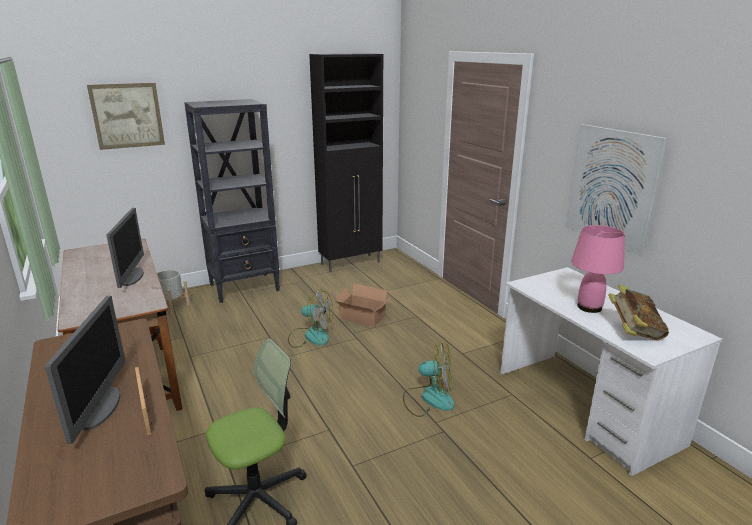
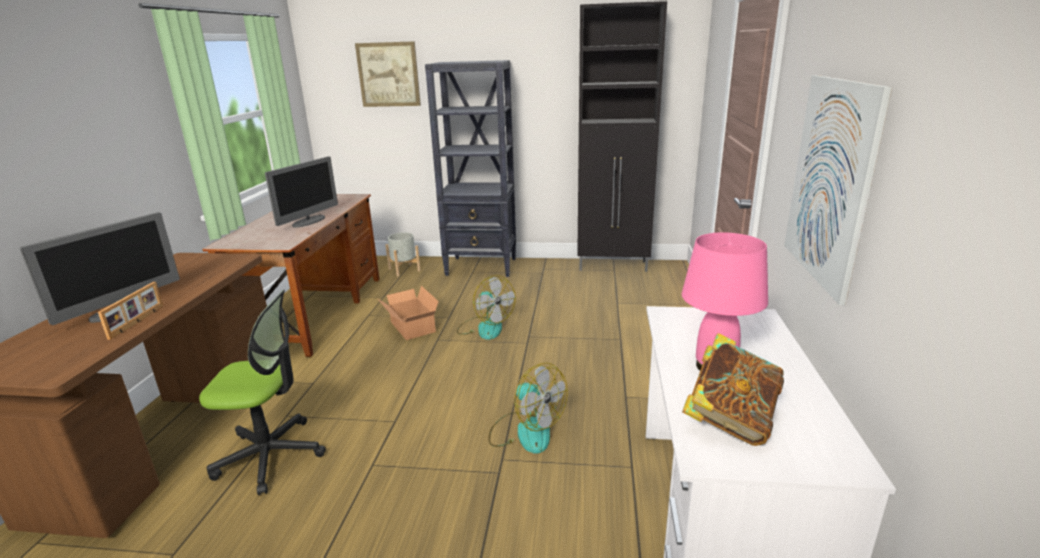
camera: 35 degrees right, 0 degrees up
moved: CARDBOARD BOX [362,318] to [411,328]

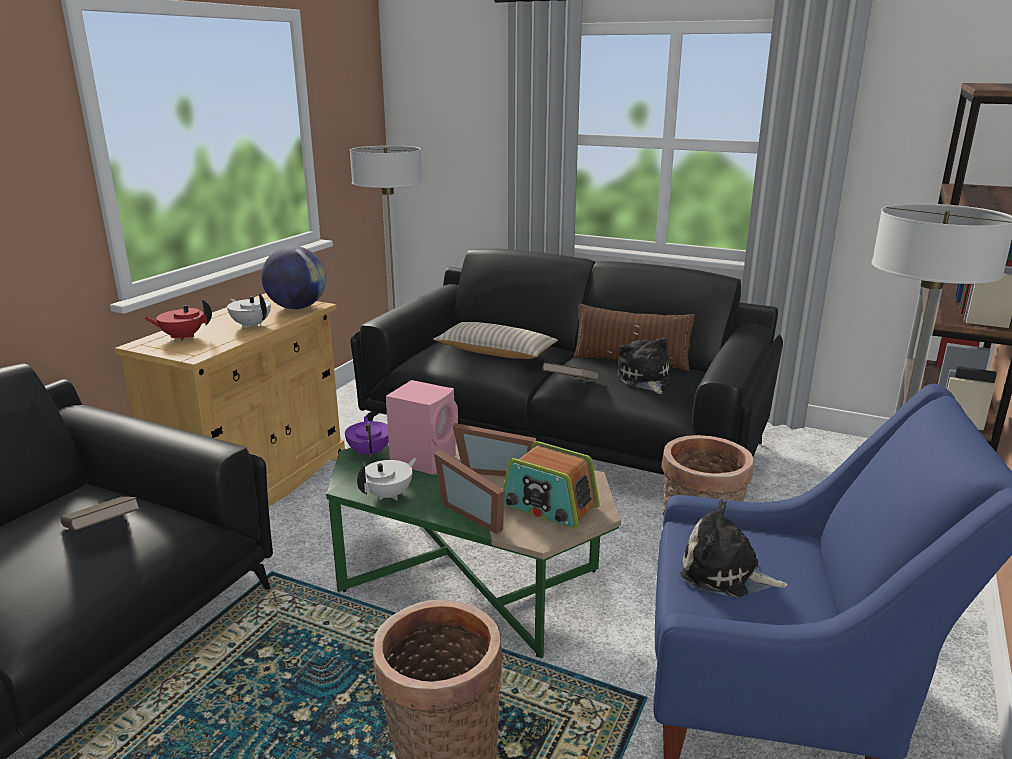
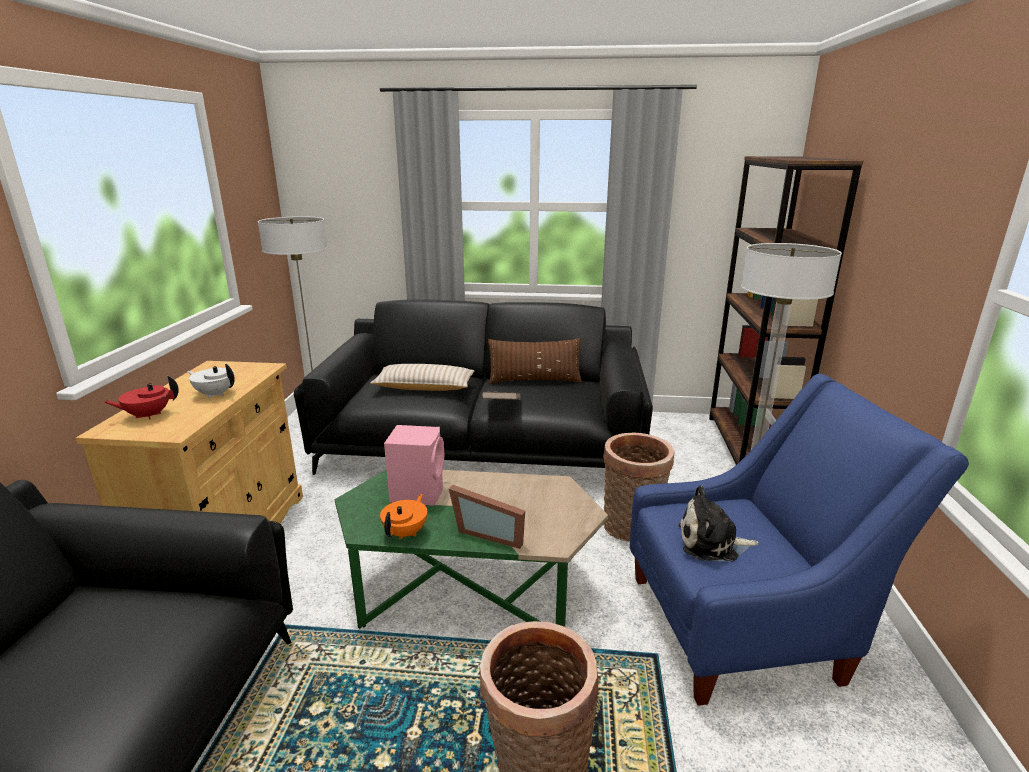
camera: 20 degrees left, 0 degrees up
removed: BROWN BOOK [103,530]; GLOBE [297,307]; PURPLE TEAPOT [370,452]; PICTURE FRAME [496,469]; RADIO [549,506]; PLUSH TOY [644,380]
recoloured: WHITE TEAPOT [389,495] to ORANGE TEAPOT [406,532]

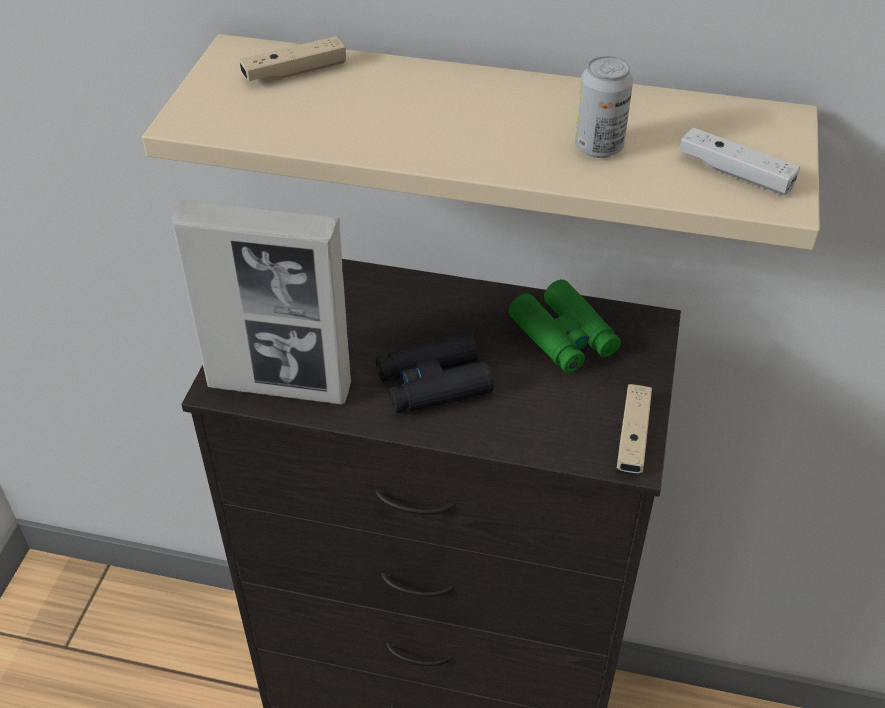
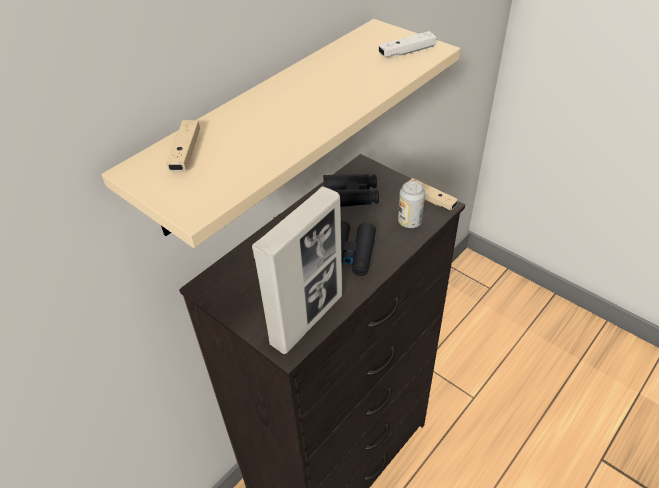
camera: 60 degrees left, 0 degrees up
moved: CAN [598,147] to [409,221]
recoloured: GREEN BINOCULARS [563,337] to BLACK BINOCULARS [350,196]

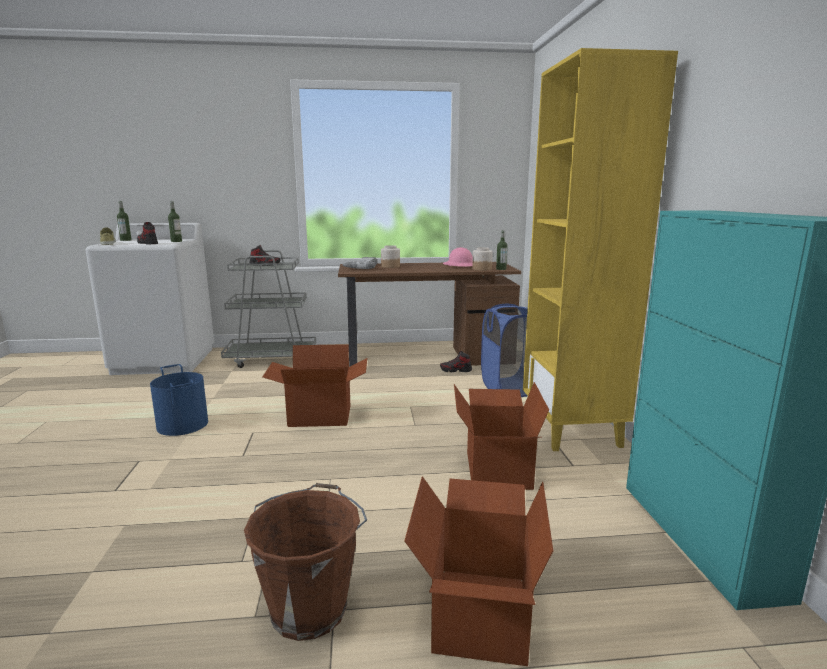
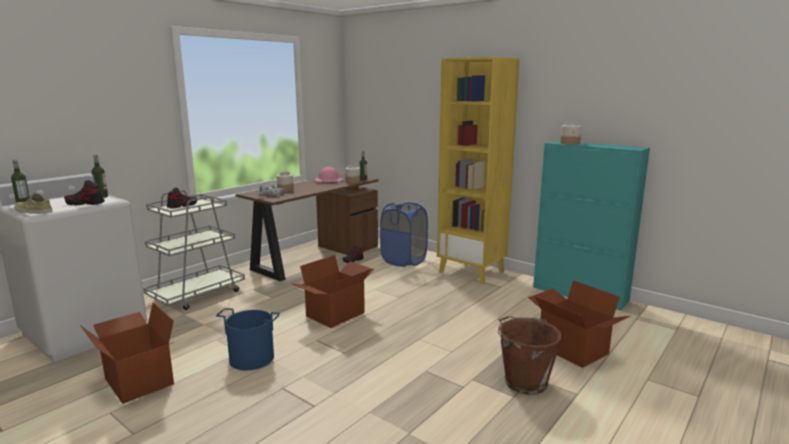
camera: 45 degrees left, 0 degrees up
added: JAR [570,143]
moved: CARDBOARD BOX [496,469] to [137,382]

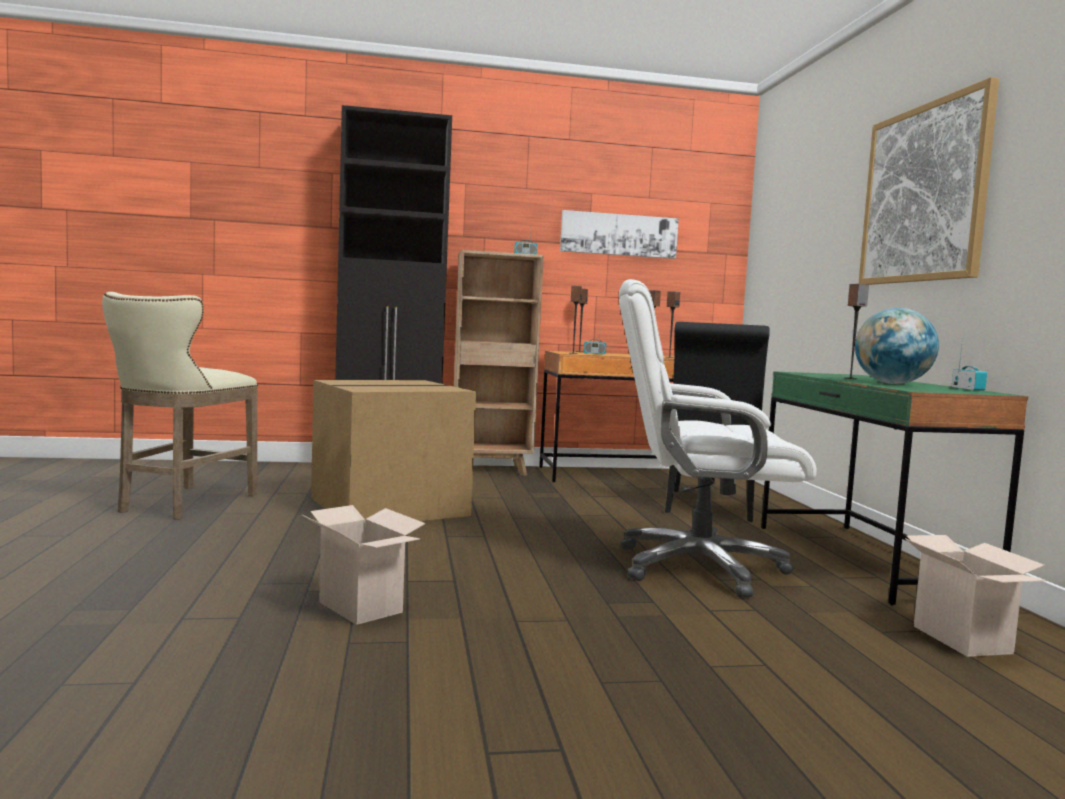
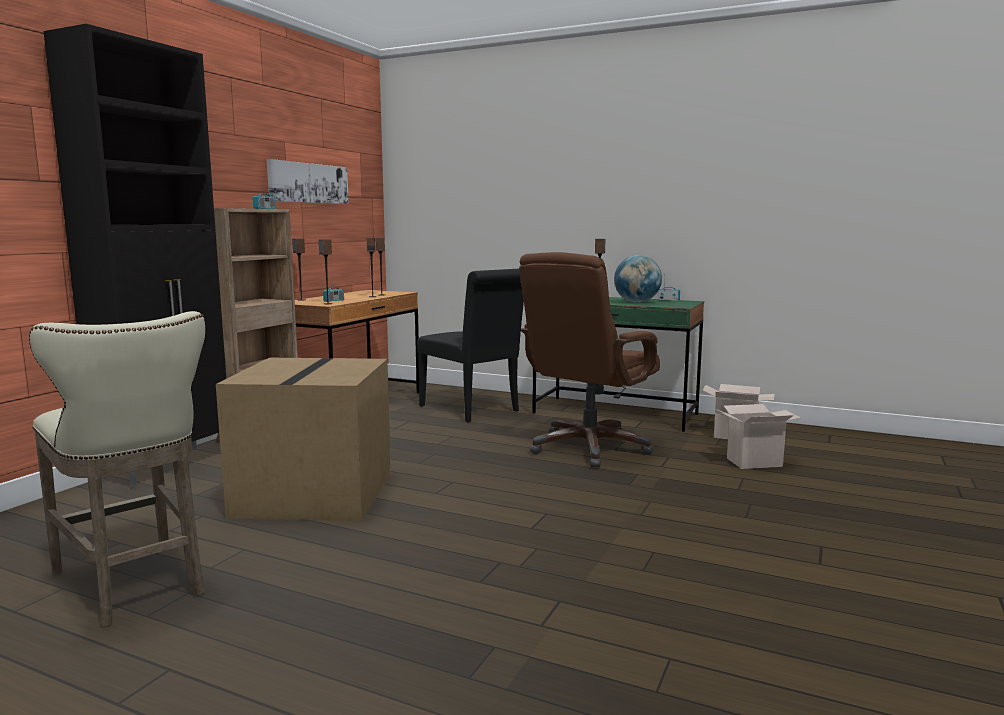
camera: 55 degrees left, 5 degrees up
removed: PICTURE [924,194]
moved: CARDBOARD BOX [363,607] to [755,462]
recoloured: WHITE OFFICE CHAIR [697,567] to BROWN OFFICE CHAIR [589,448]

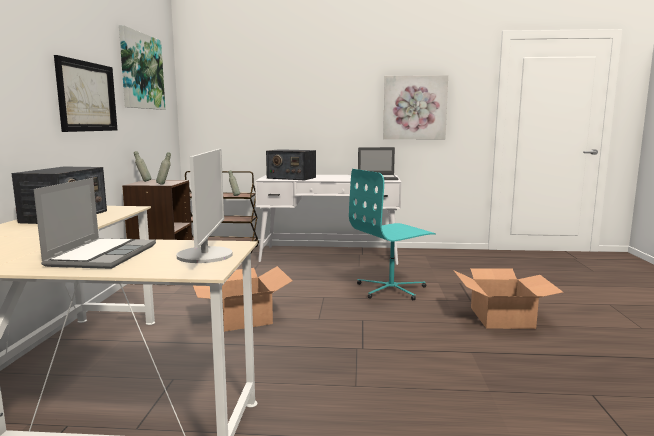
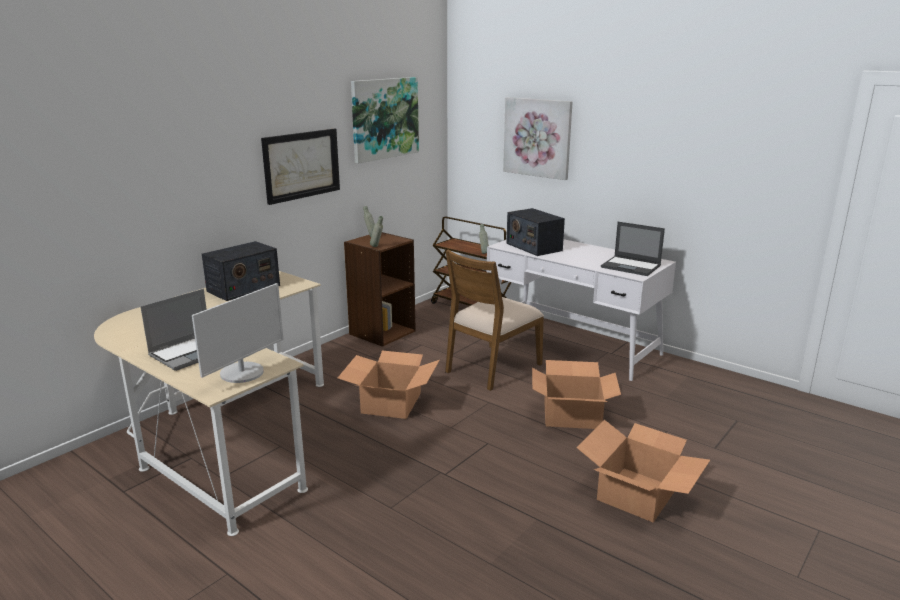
camera: 35 degrees right, 10 degrees up
added: BROWN CHAIR [492,367]
moved: PICTURE [414,108] to [537,137]
replaced: TURQUOISE OFFICE CHAIR [392,289] to CARDBOARD BOX [571,414]

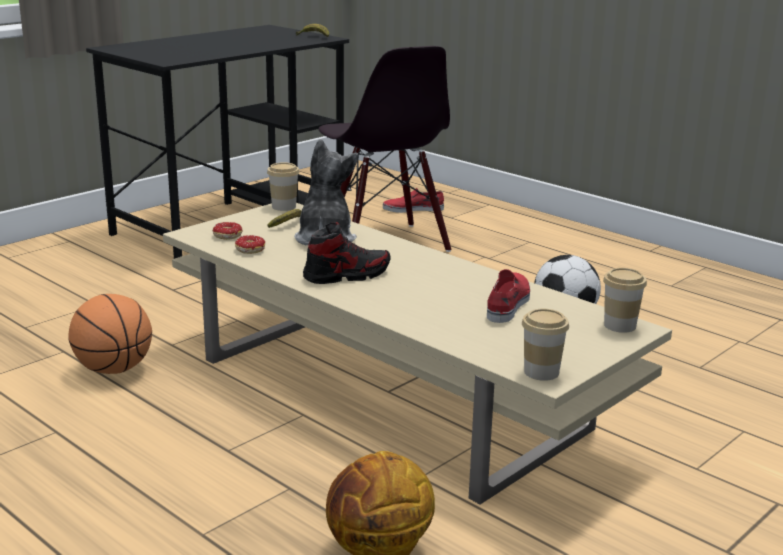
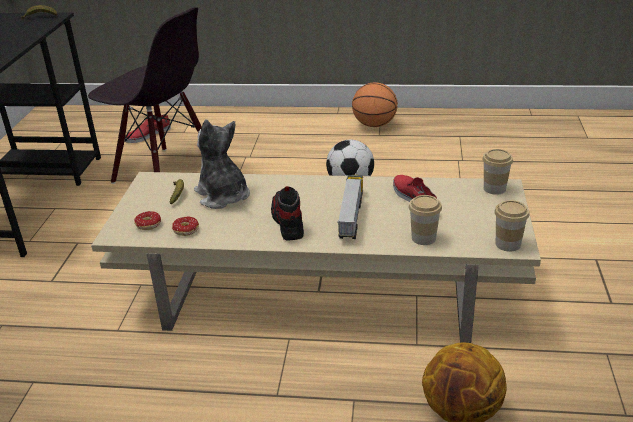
camera: 35 degrees left, 10 degrees up
added: TOY TRUCK [351,216]
moved: BASKETBALL [114,370] to [374,125]; CUP [284,207] to [423,238]
turned: SHOE [346,275] = [287,222] 45 degrees counterclockwise

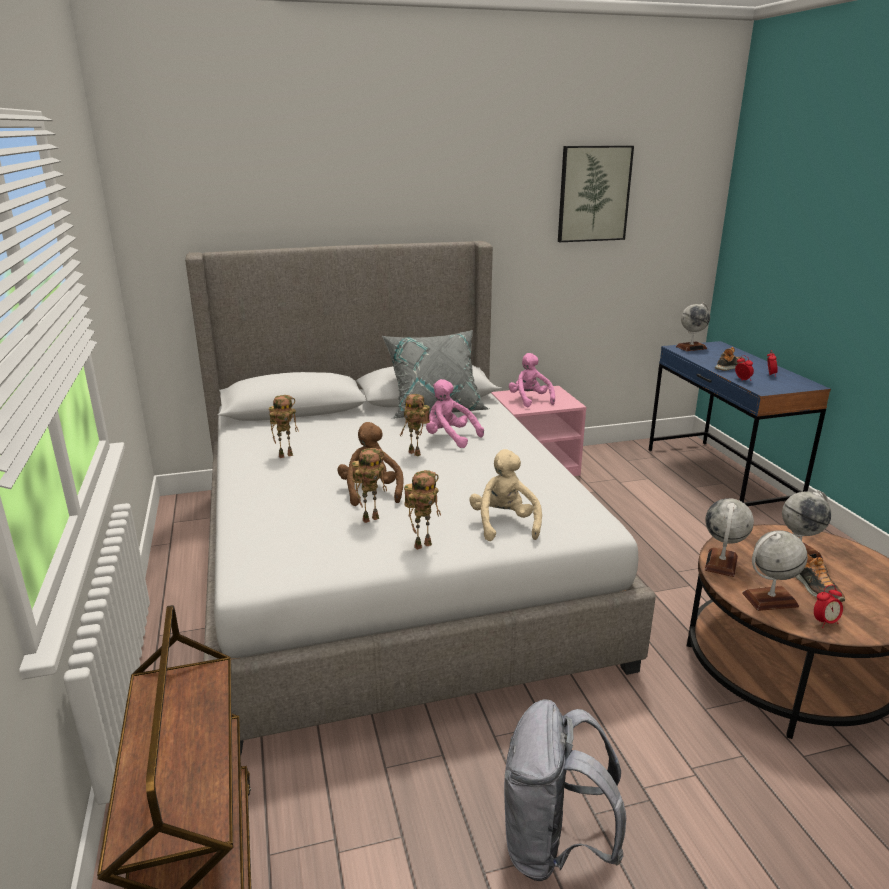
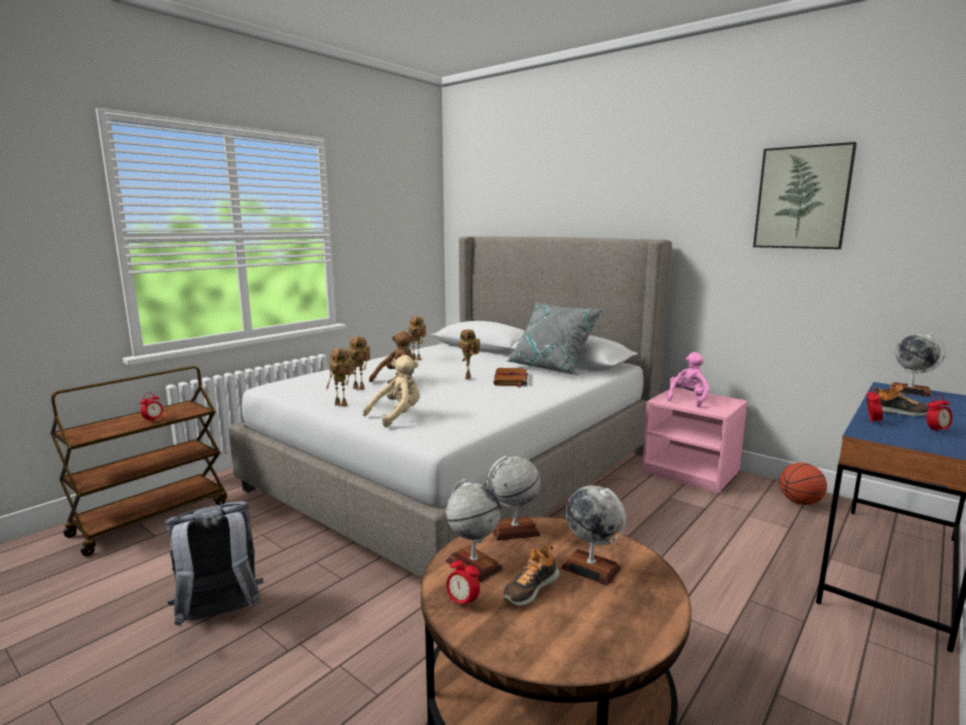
camera: 55 degrees right, 10 degrees down
added: ALARM CLOCK [153,420]; BASKETBALL [800,502]
replaced: PINK PLUSH TOY [449,438] to BROWN BOOK [511,379]

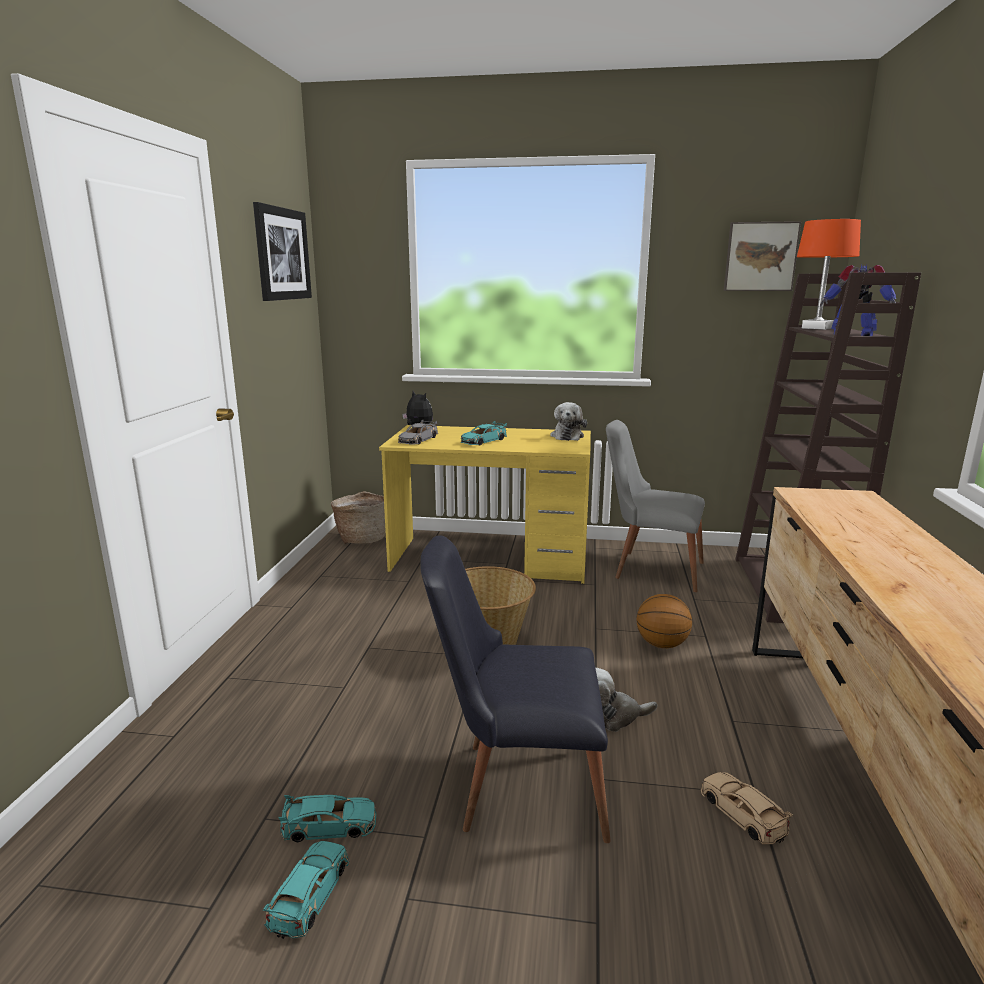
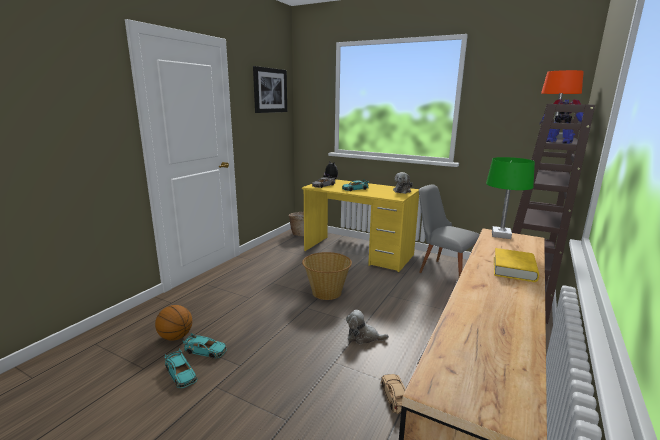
camera: 20 degrees right, 0 degrees up
removed: BLACK CHAIR [516,785]; PICTURE [760,257]
added: GREEN TABLE LAMP [500,235]; YELLOW BOOK [514,269]
moved: BASKETBALL [661,644] to [176,337]
turned: TURQUOISE TOY CAR [309,894] = [181,374] 105 degrees clockwise

